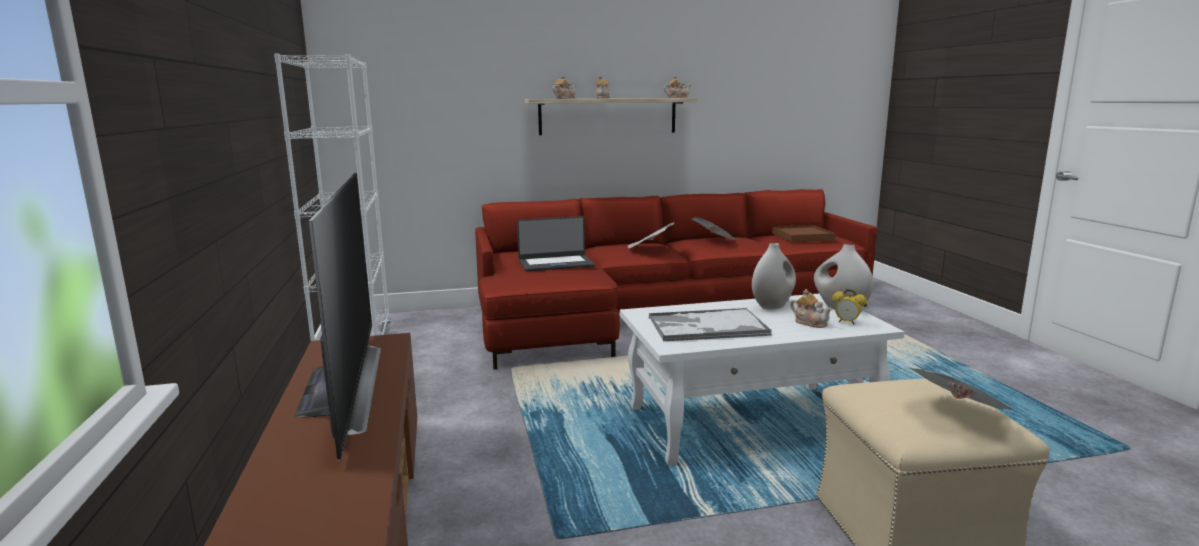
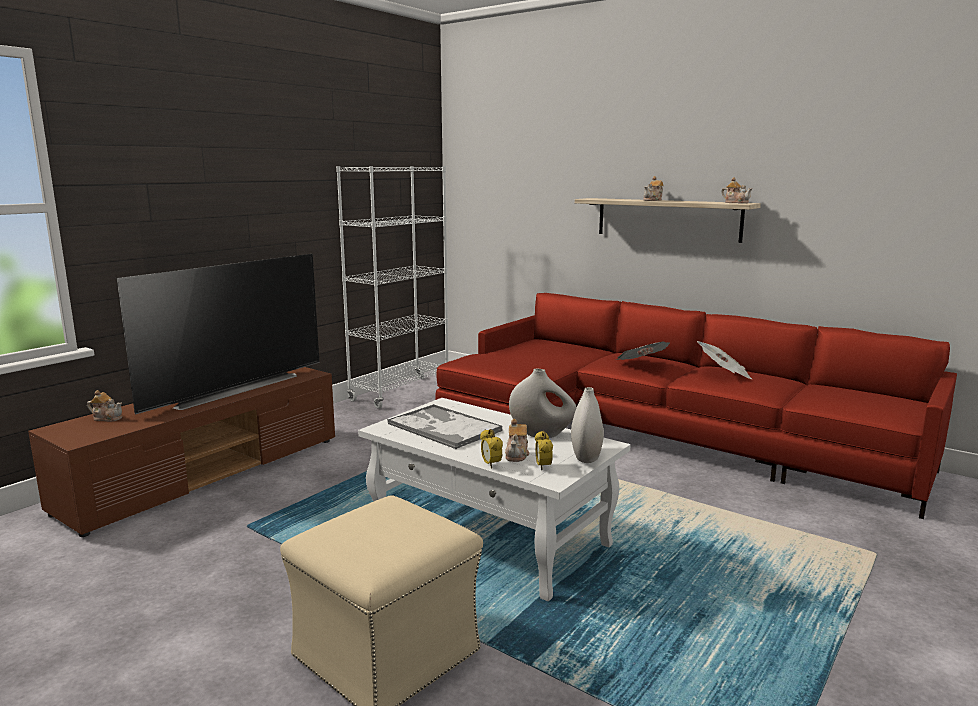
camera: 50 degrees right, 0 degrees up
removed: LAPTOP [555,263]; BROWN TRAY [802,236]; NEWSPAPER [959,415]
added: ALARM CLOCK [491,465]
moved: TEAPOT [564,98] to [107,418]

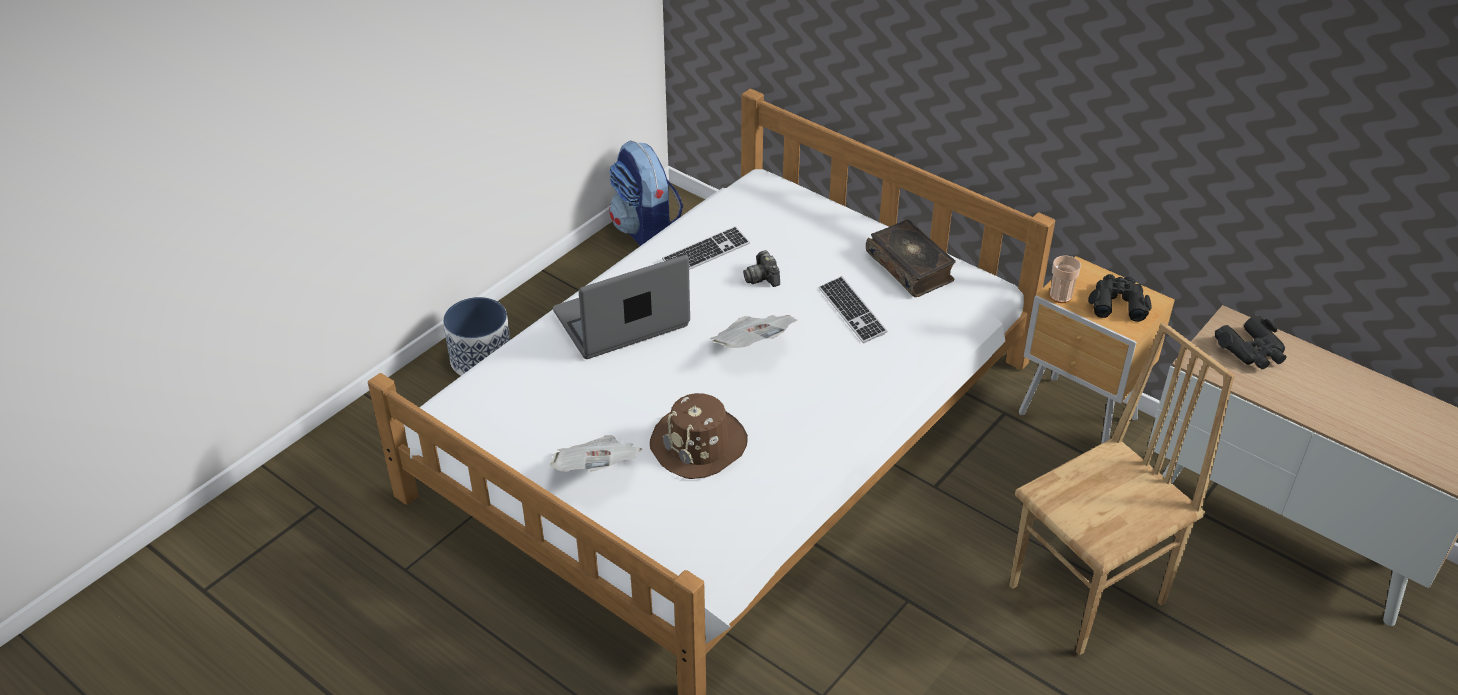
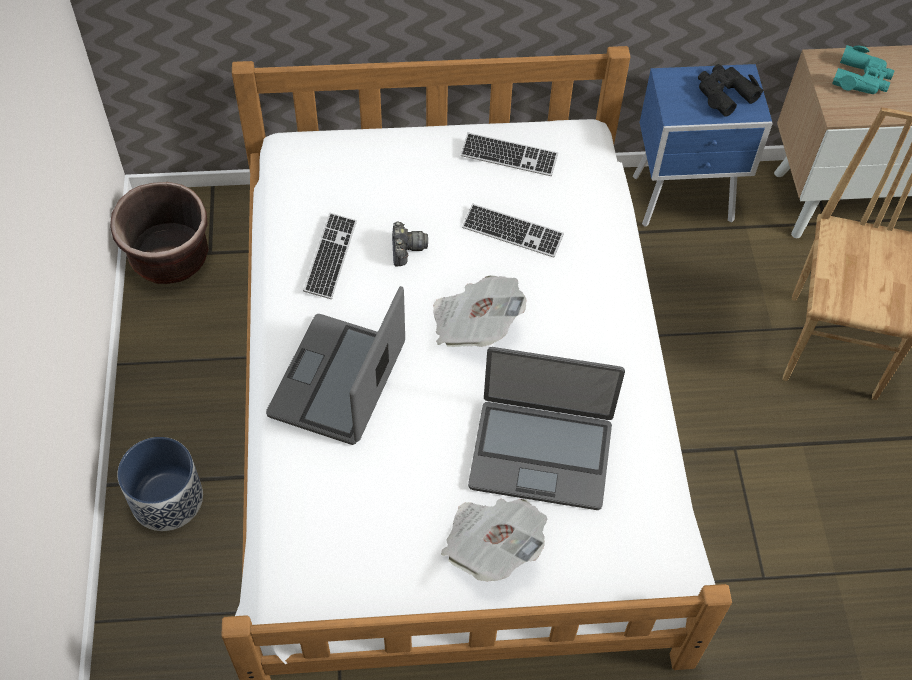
camera: 45 degrees left, 15 degrees up
removed: CUP [1060,296]
replaced: BACKPACK [646,231] to BROWN PLANTER [170,257]; BROWN HAT [699,445] to LAPTOP [541,453]; BOOK [910,267] to KEYBOARD [509,156]
recoloured: BROWN NIGHTSTAND [1079,419] to BLUE NIGHTSTAND [685,200]; BLACK BINOCULARS [1252,350] to TURQUOISE BINOCULARS [861,78]
turned: PHOTO CAMERA [762,278] = [406,249] 120 degrees counterclockwise

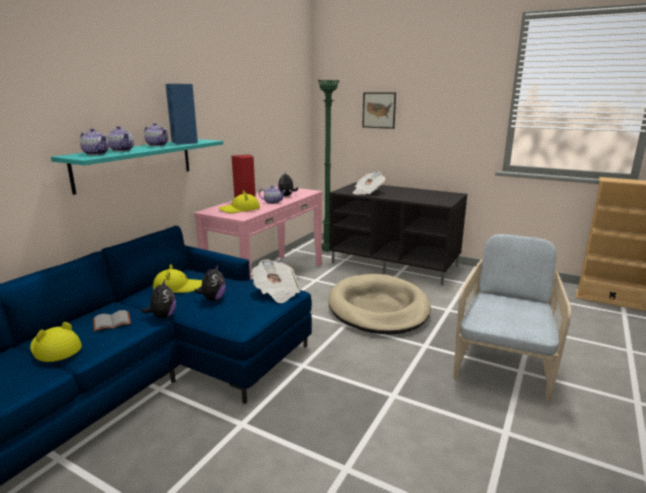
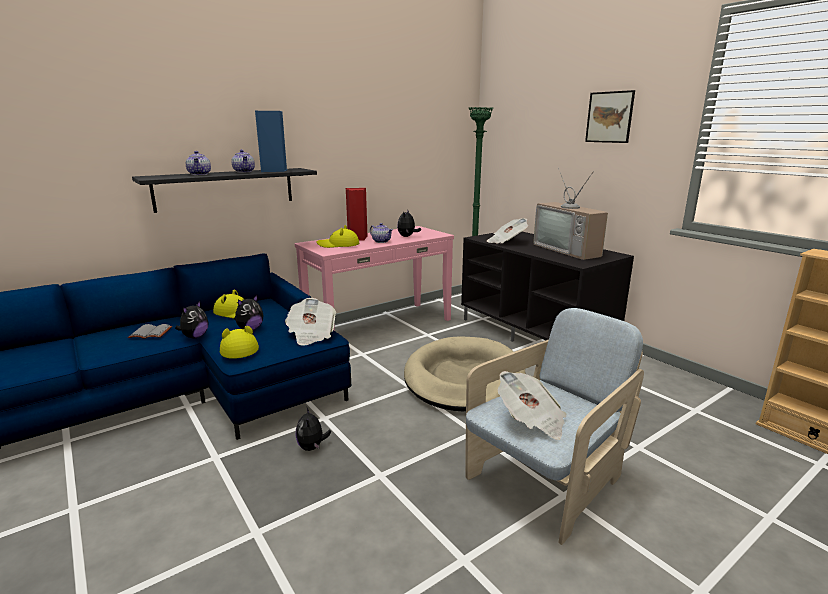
camera: 25 degrees right, 0 degrees up
removed: TEAPOT [96,154]
added: PLUSH TOY [312,447]; NEWSPAPER [531,421]; TELEVISION [570,250]
moved: YELLOW HAT [55,348] to [238,348]; PICTURE [379,110] to [609,117]
recoloured: TURQUOISE SHELF [135,164] to BLACK SHELF [225,189]

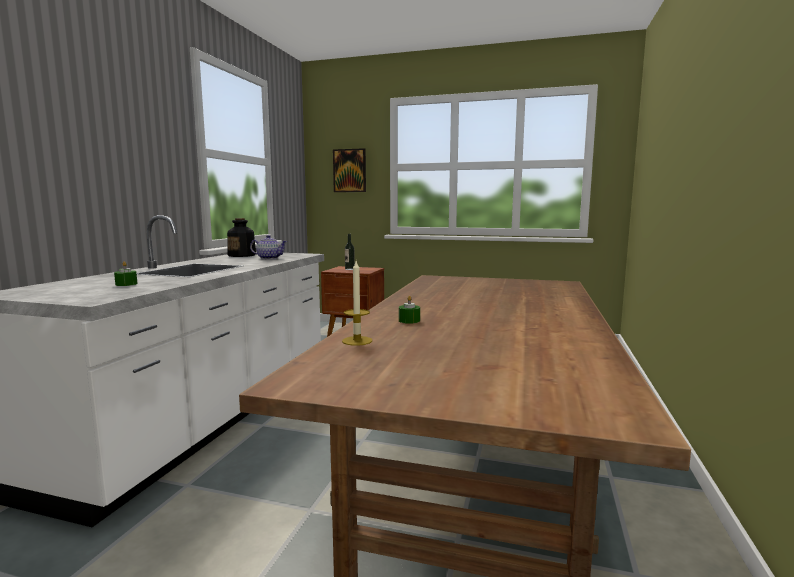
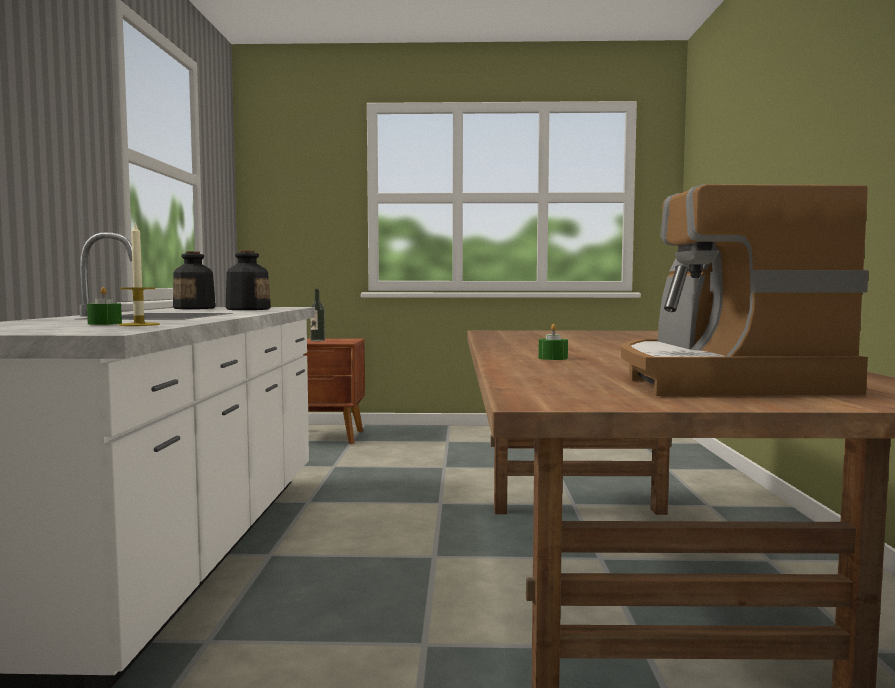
camera: 15 degrees left, 5 degrees down
removed: PICTURE [349,170]
added: COFFEE MACHINE [718,380]
moved: CANDLE [357,341] to [139,325]
replaced: TEAPOT [269,258] to BOTTLE [248,309]

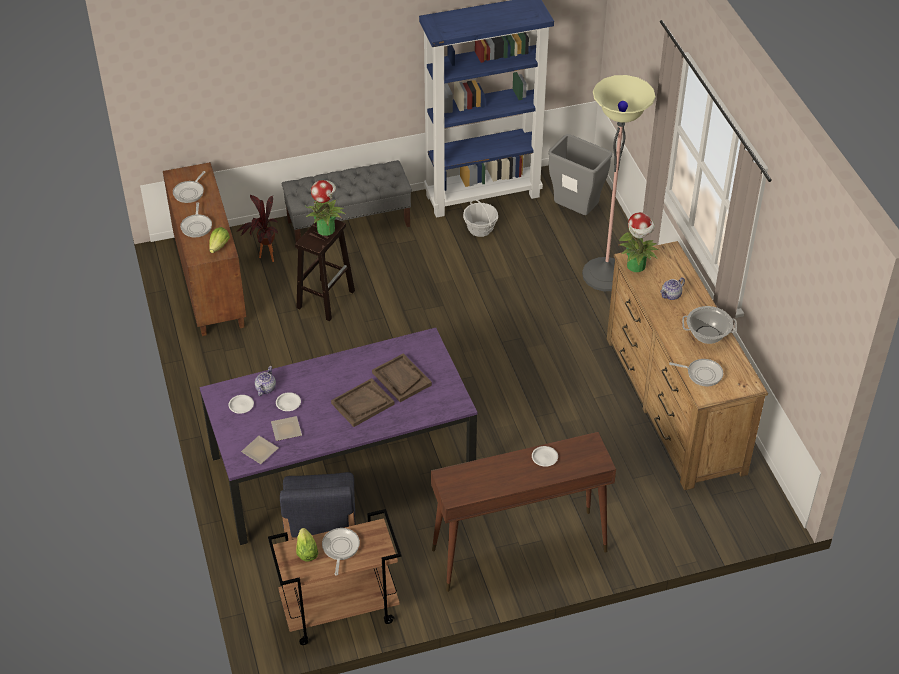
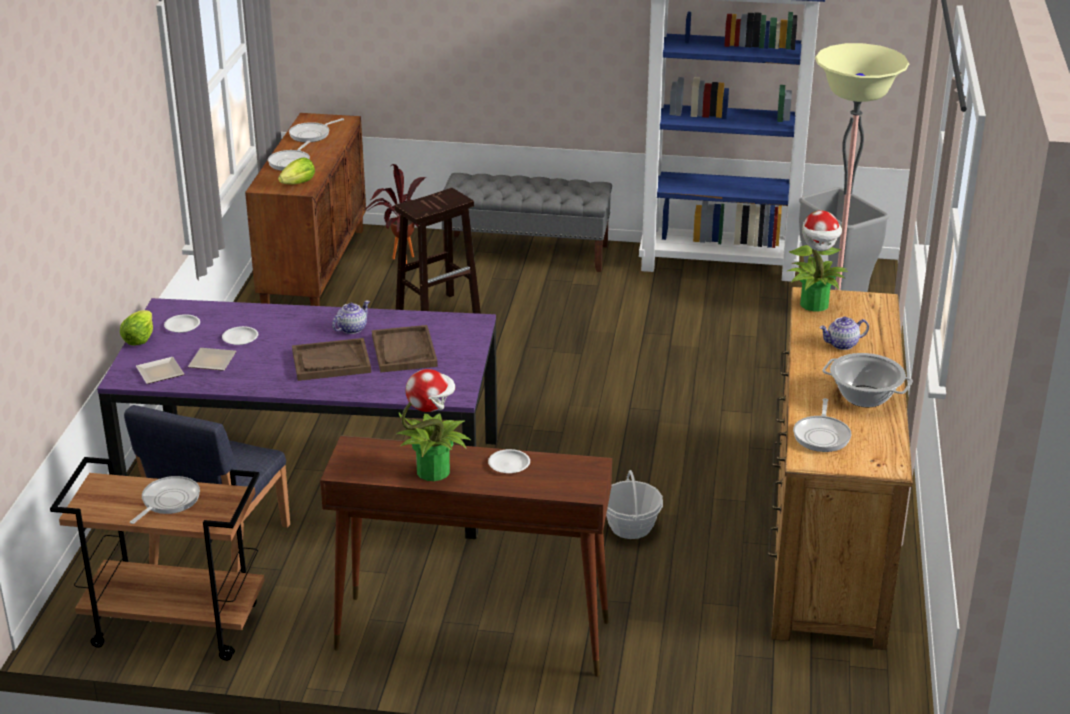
camera: 25 degrees right, 15 degrees down
moved: TEAPOT [265,388] to [352,328]; LETTUCE [306,552] to [139,339]; POTTED PLANT [326,229] to [434,470]; BASKET [480,229] to [630,527]
turned: FRYING PAN [702,374] = [822,435] 60 degrees clockwise

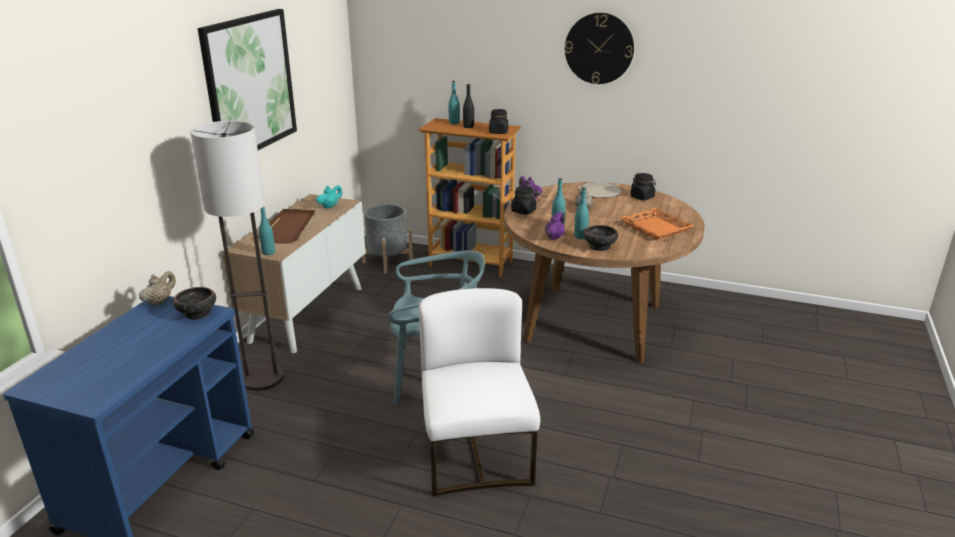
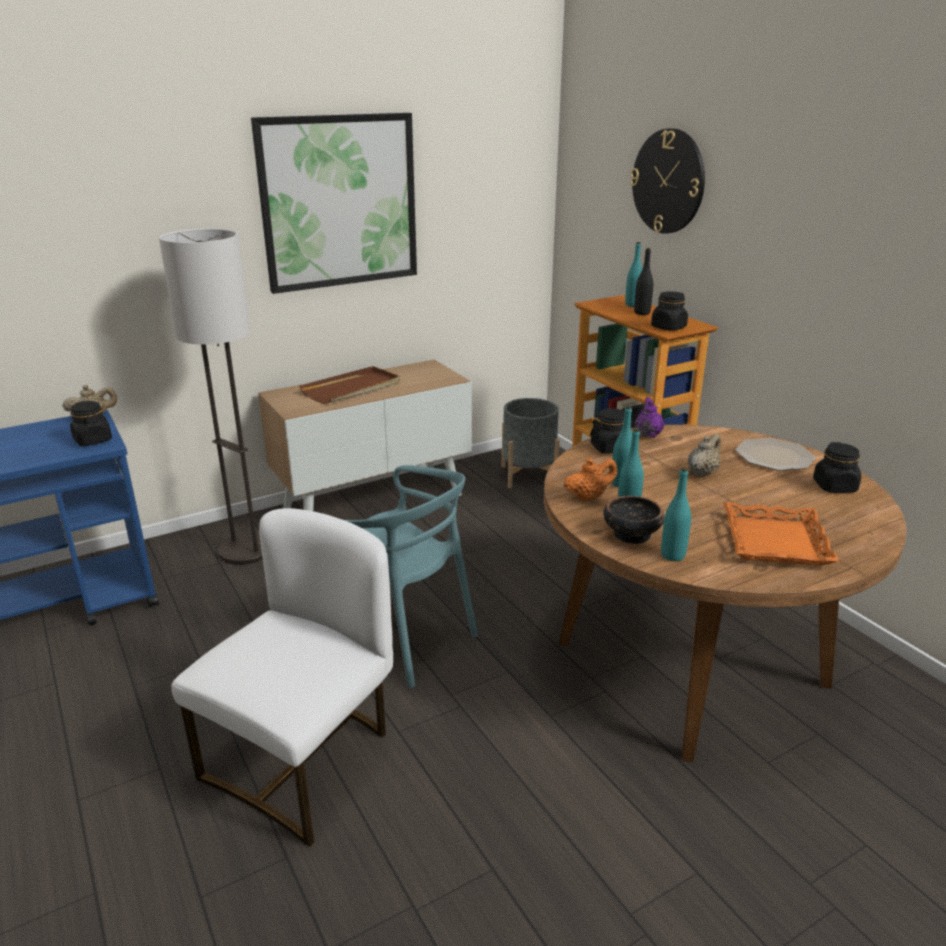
camera: 40 degrees right, 0 degrees up
removed: TURQUOISE TEAPOT [330,206]
moved: TURQUOISE BOTTLE [268,252] to [672,555]; WALL CLOCK [599,48] to [668,181]
replaced: BOWL [197,313] to BLACK JAR [93,440]
recoloured: PURPLE TEAPOT [554,237] to ORANGE TEAPOT [588,497]

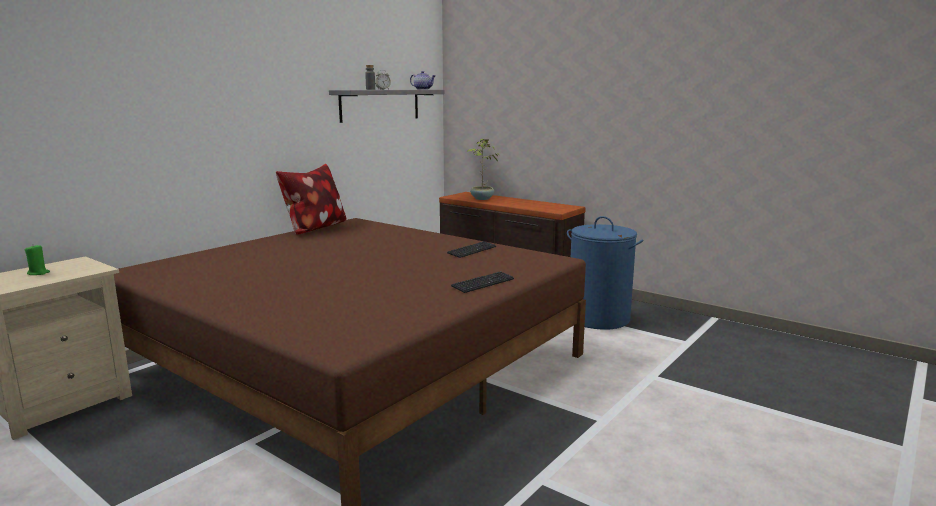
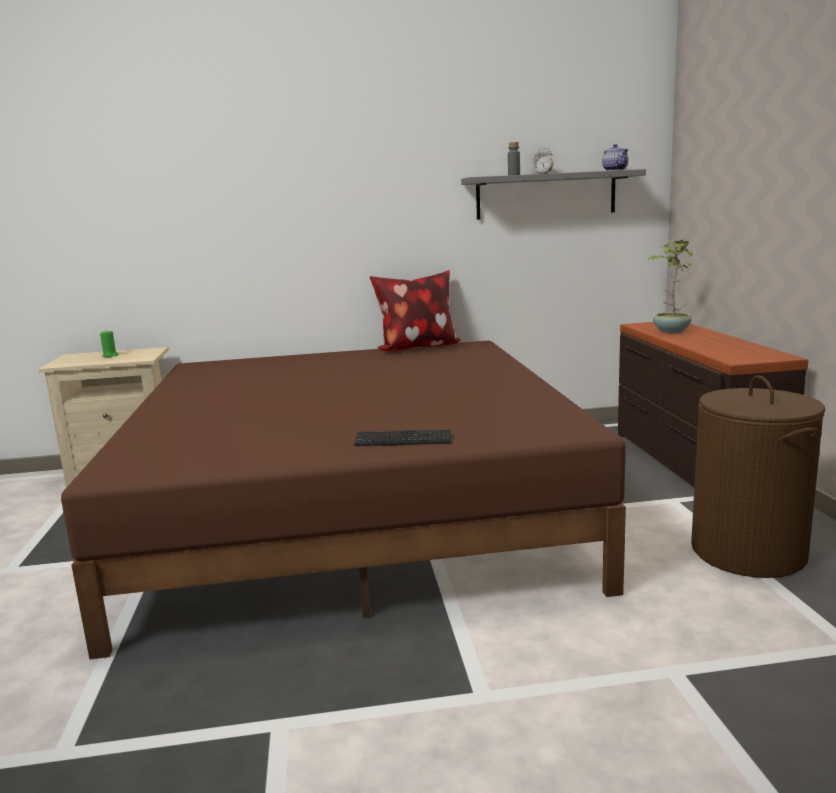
camera: 45 degrees right, 0 degrees up
removed: KEYBOARD [472,251]
recoloured: BLUE LAUNDRY BASKET [599,318] to BROWN LAUNDRY BASKET [748,552]

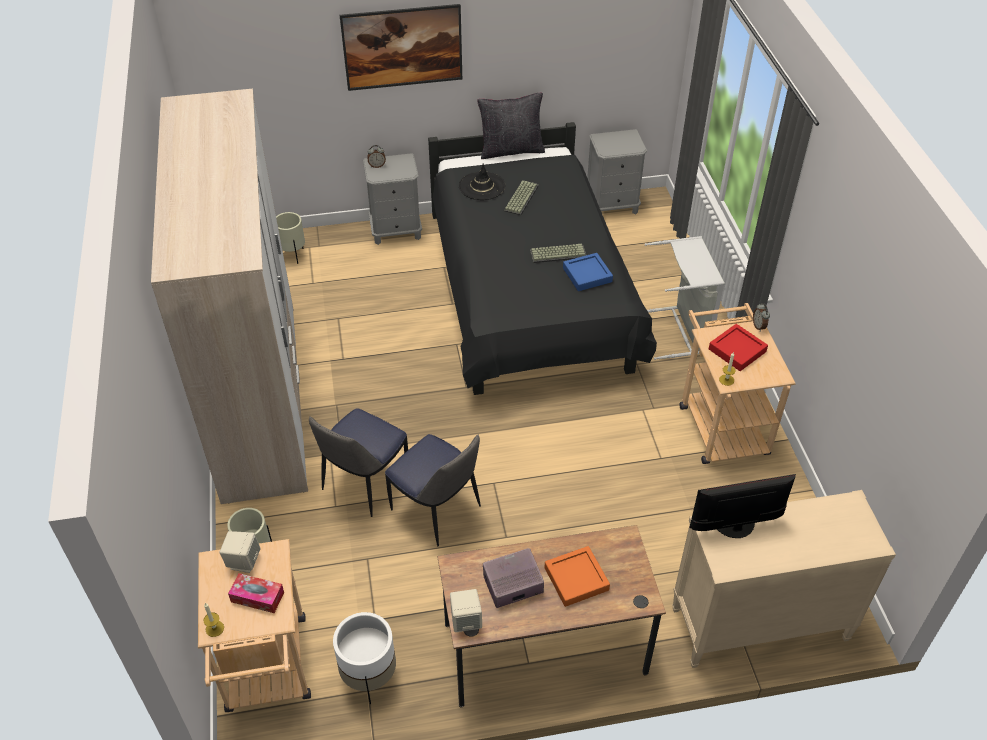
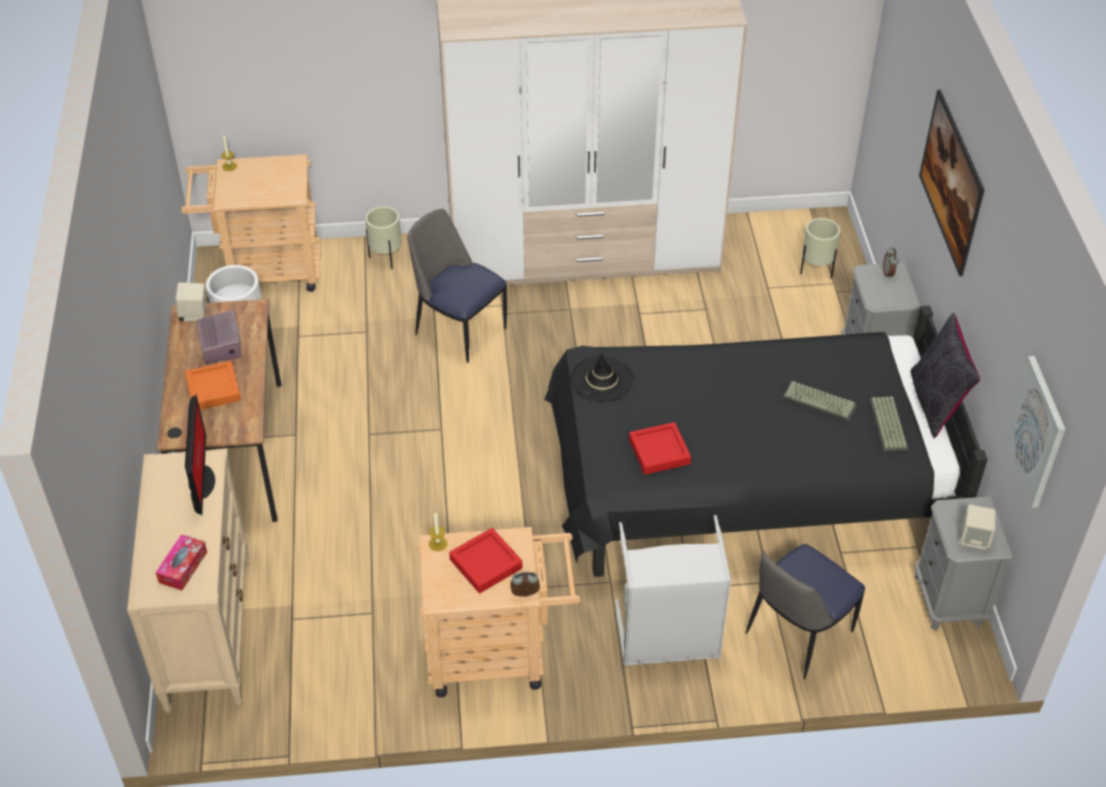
camera: 95 degrees right, 0 degrees up
added: PICTURE [1036,432]
moved: BEIGE SPEAKER [243,561] to [974,539]; TISSUE BOX [257,597] to [183,567]; CHAIR [437,510] to [797,635]; BLACK HAT [482,186] to [602,379]; KEYBOARD [558,253] to [889,425]
recoloured: BLUE TRAY [587,275] to RED TRAY [659,452]

